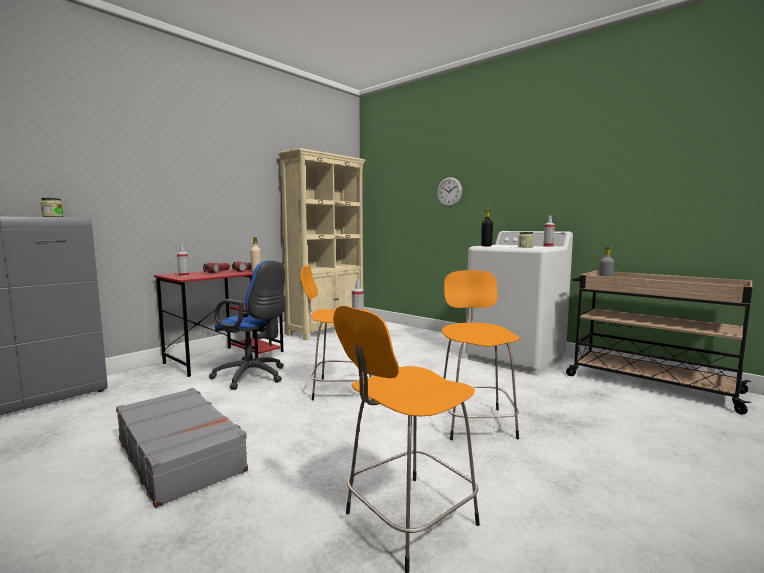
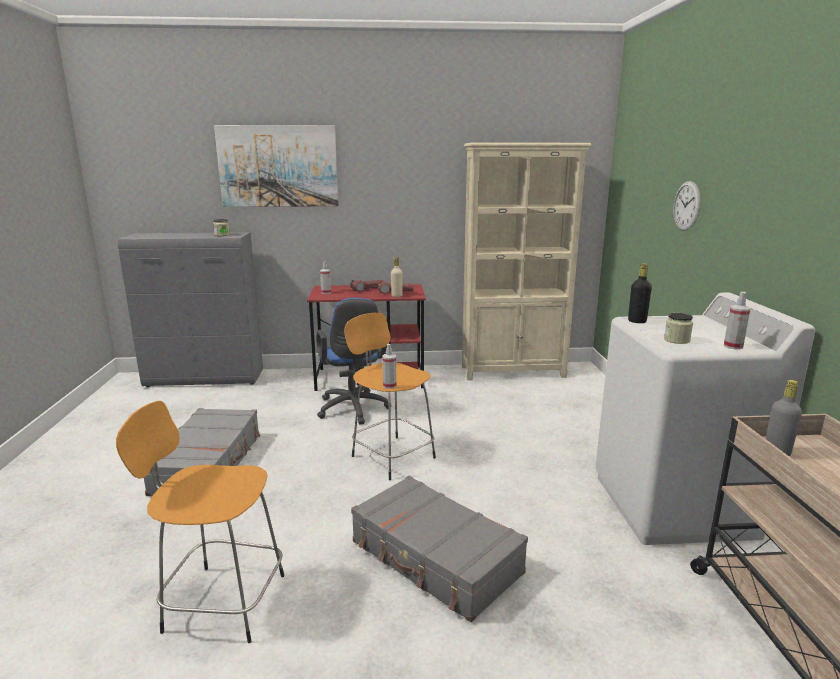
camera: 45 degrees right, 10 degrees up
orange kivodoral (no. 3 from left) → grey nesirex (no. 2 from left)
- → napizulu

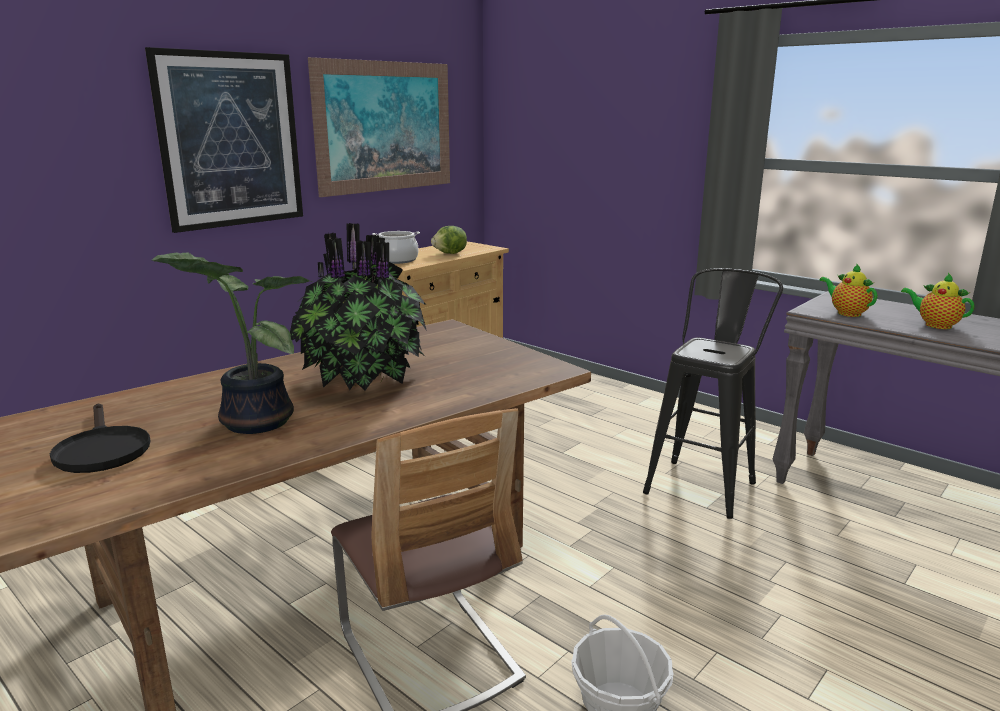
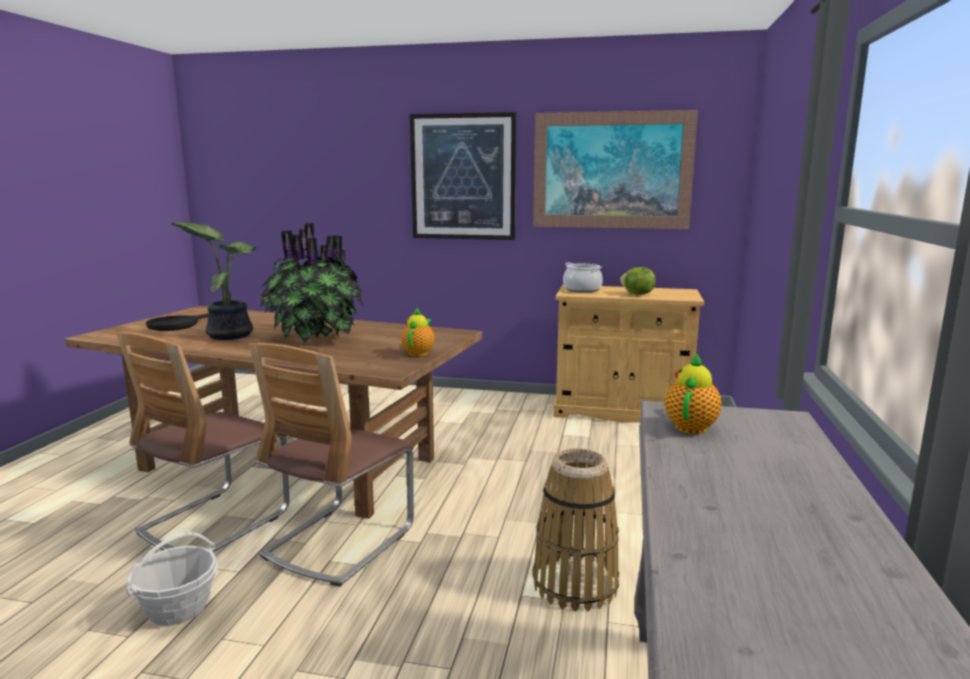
camera: 60 degrees right, 5 degrees down
black kivodoral → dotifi (no. 2 from left)
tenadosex (no. 2 from left in the first image) → tenadosex (no. 1 from left), relocated
- → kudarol (no. 2 from left)

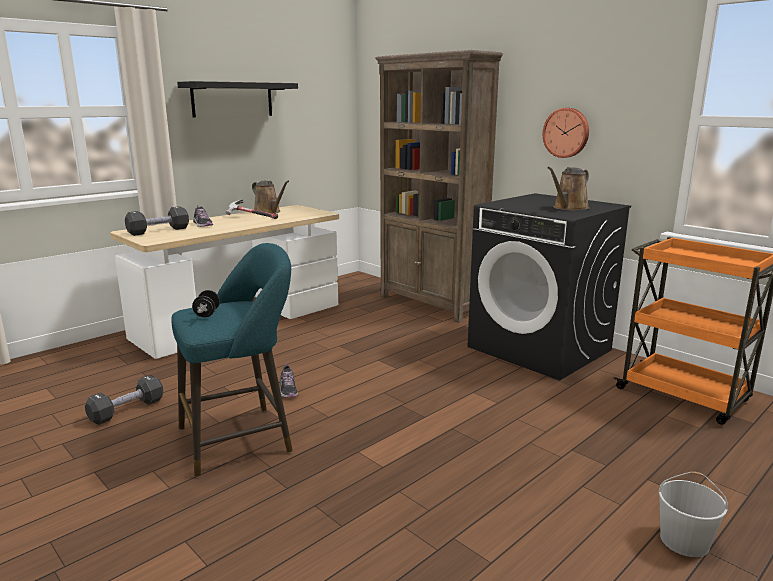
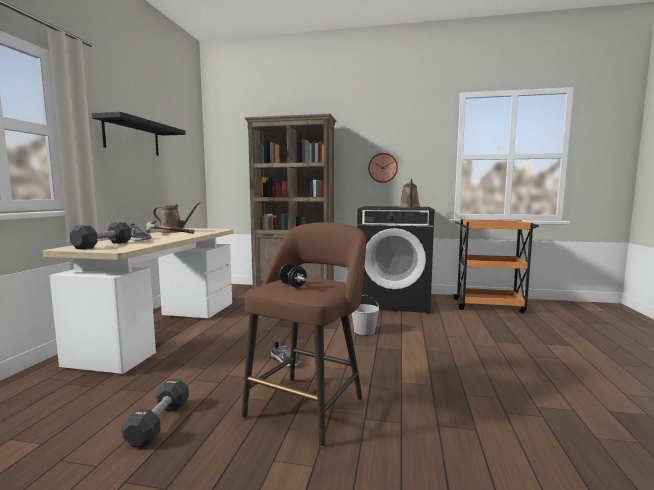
camera: 35 degrees left, 10 degrees down
turquoise kivodoral → brown kivodoral
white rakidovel, relocated

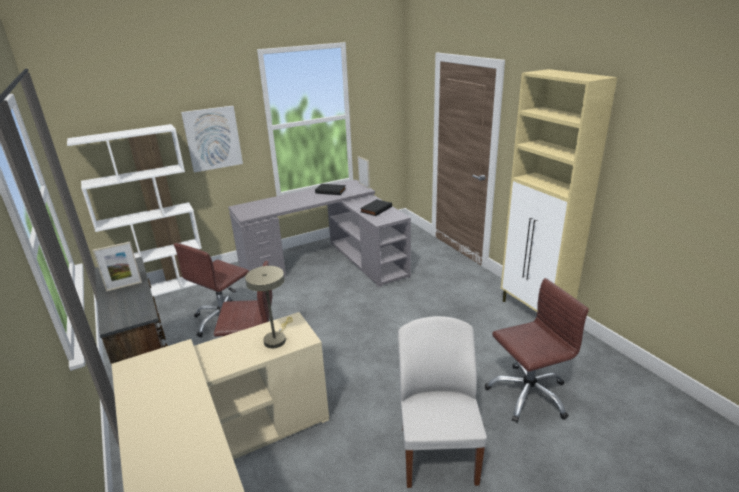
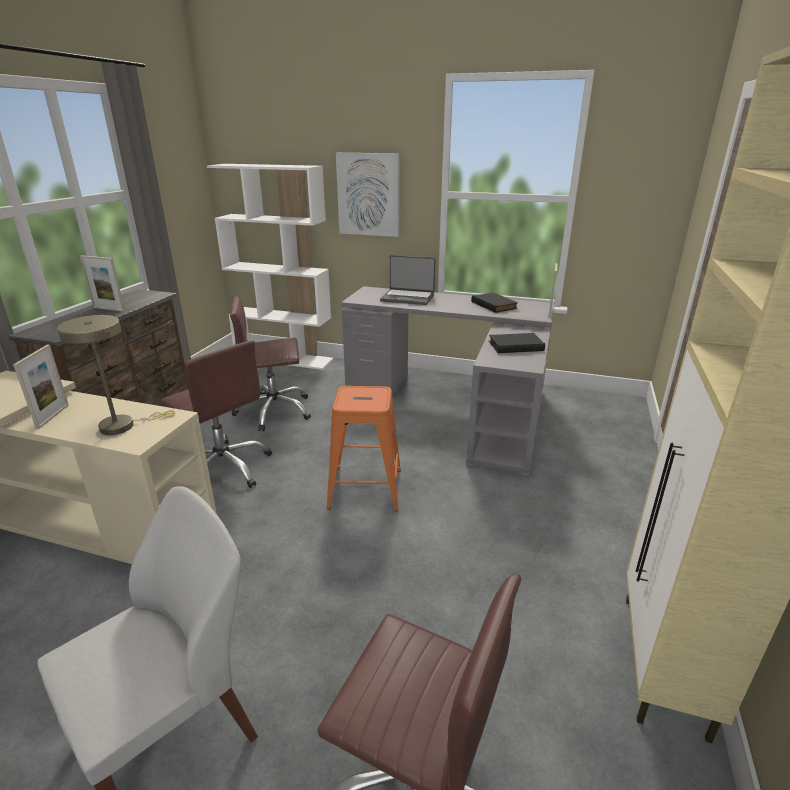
camera: 45 degrees right, 0 degrees up
- → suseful (no. 1 from left)
- → orange kivodoral
- → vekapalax

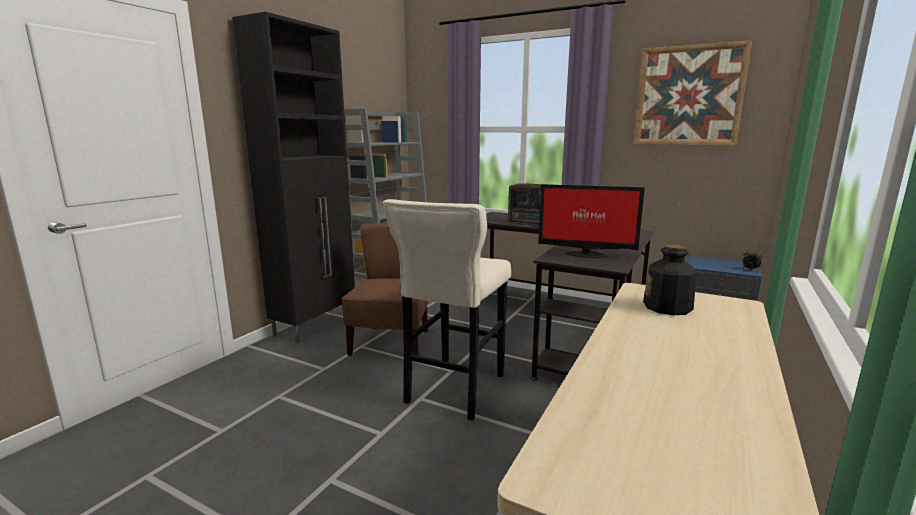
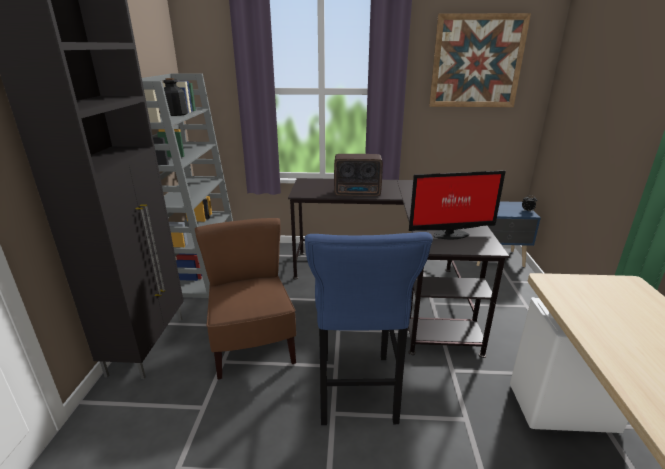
camera: 25 degrees left, 10 degrees up
beige kivodoral → blue kivodoral
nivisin, relocated

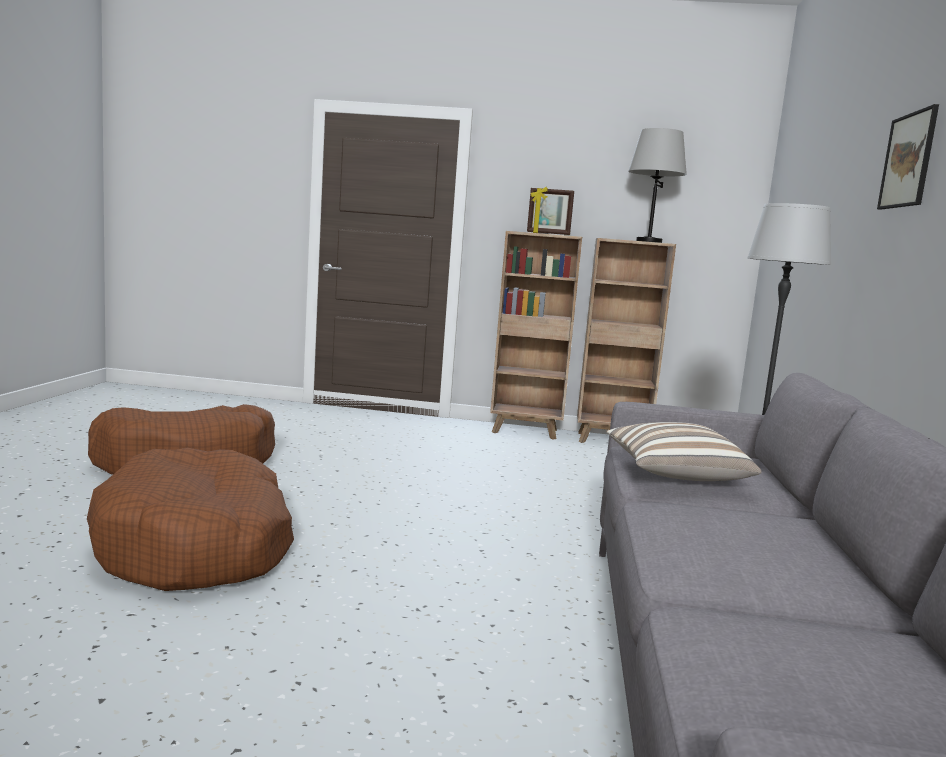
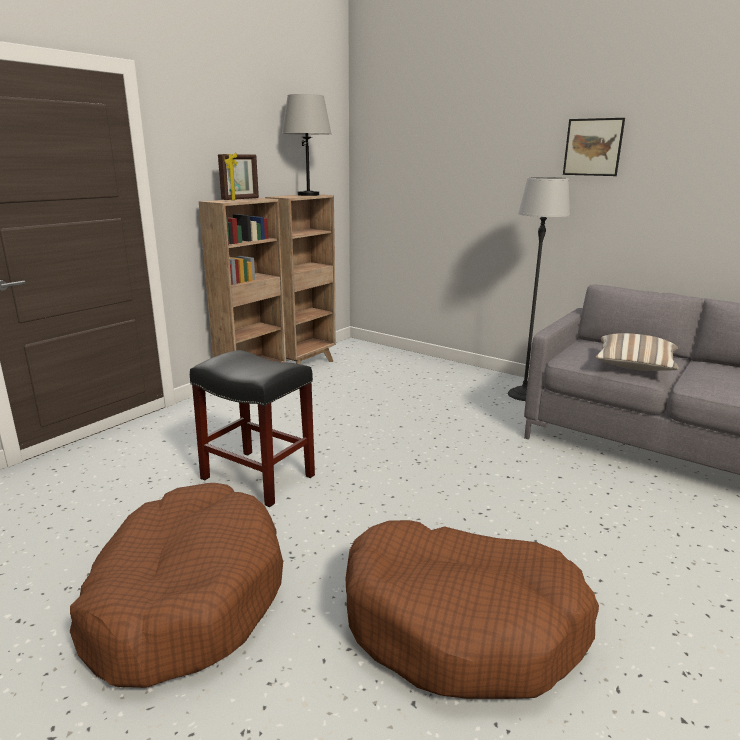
camera: 60 degrees left, 10 degrees up
- → black kivodoral

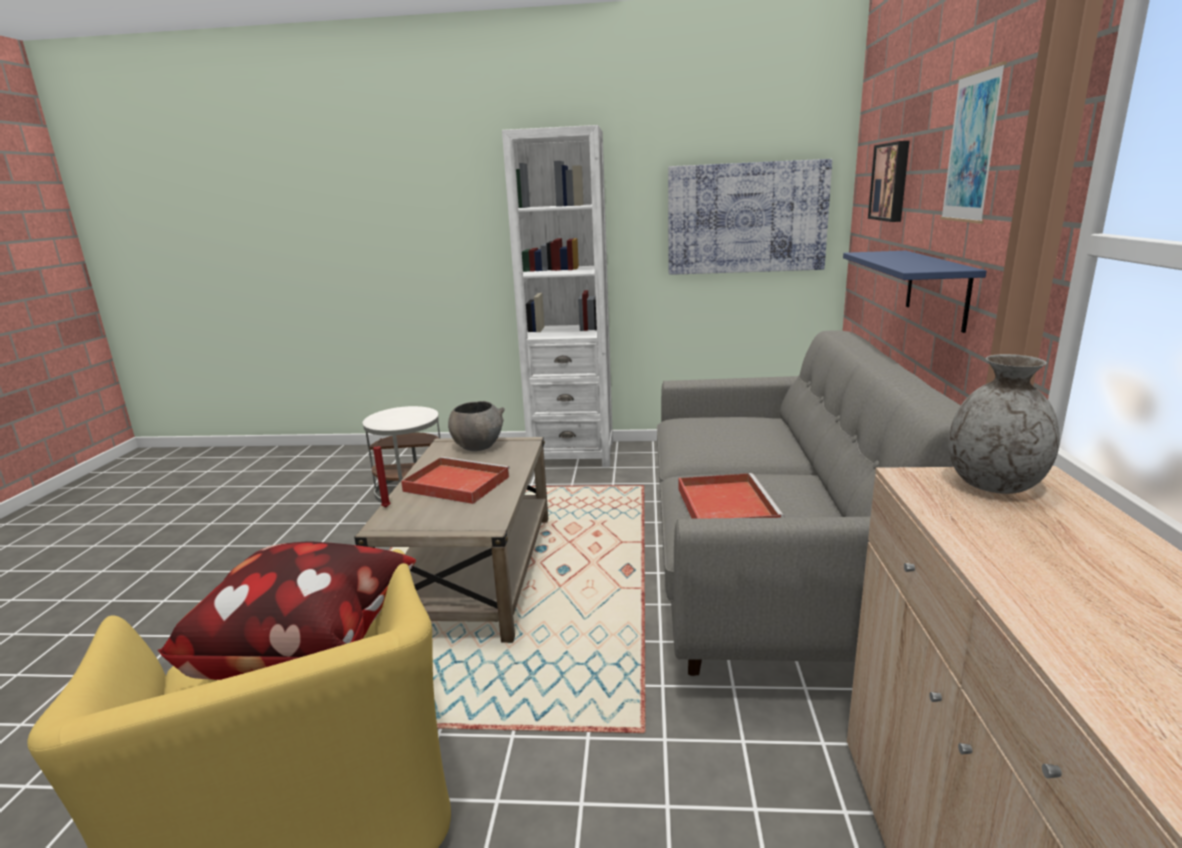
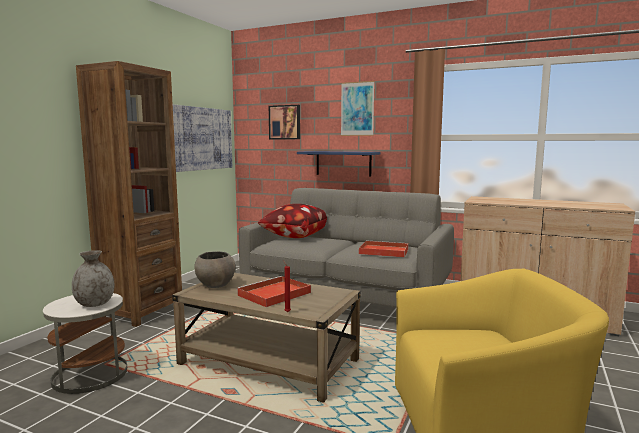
camera: 70 degrees left, 10 degrees down
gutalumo, relocated
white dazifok → brown dazifok
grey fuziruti, relocated

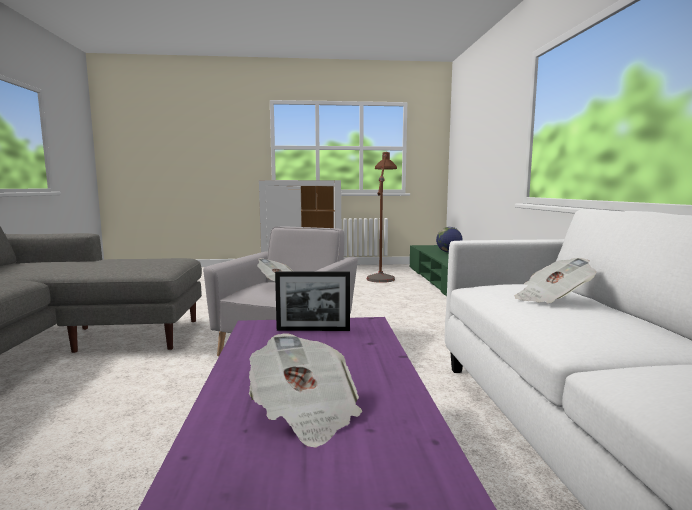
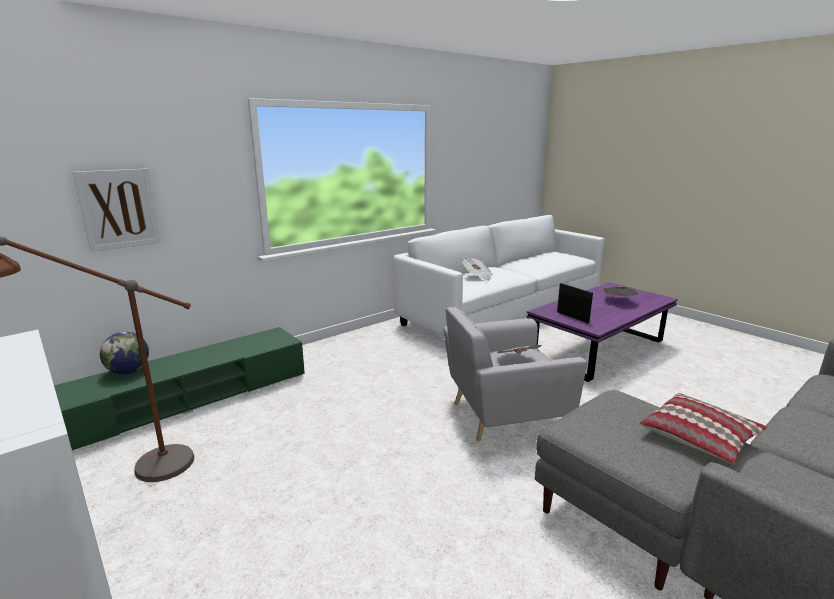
camera: 125 degrees left, 10 degrees up
- → napizulu
- → gutalumo

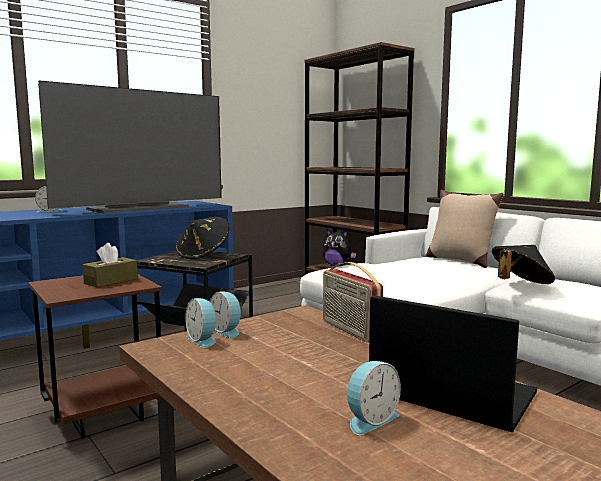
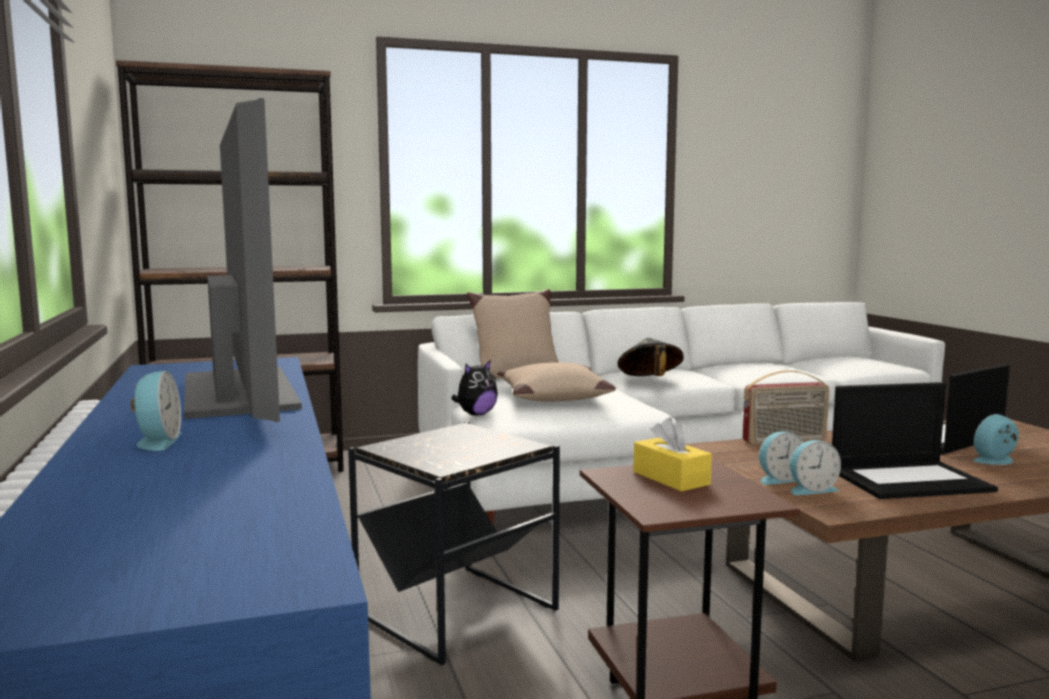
camera: 70 degrees left, 0 degrees up
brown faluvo → yellow faluvo
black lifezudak (no. 1 from left) → -
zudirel (no. 4 from left), 90 degrees counterclockwise
- → beige gutalumo (no. 2 from left)
- → vekapalax (no. 1 from left)

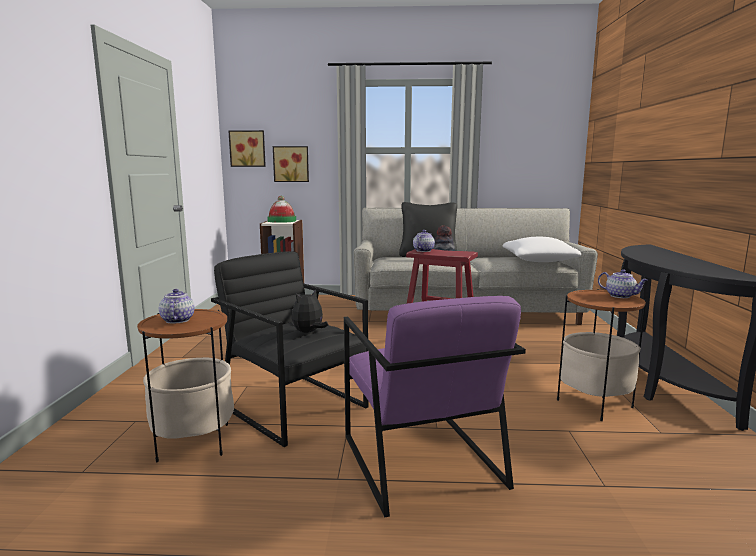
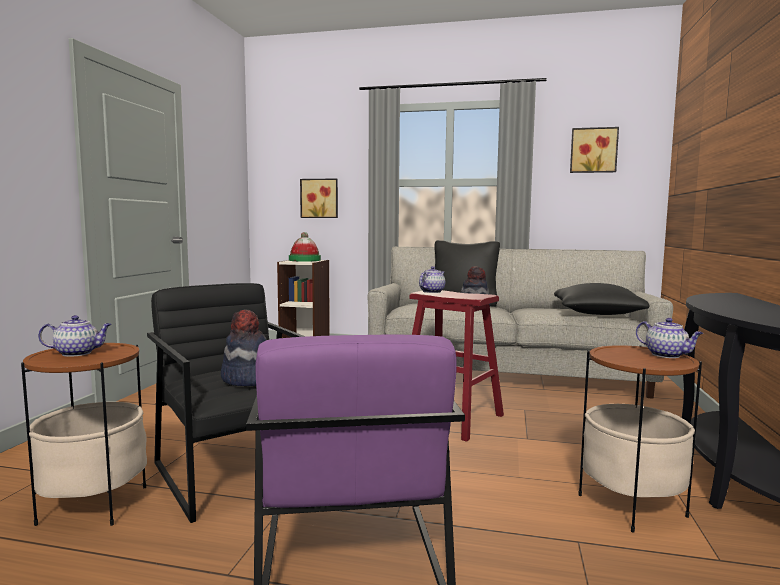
camera: 10 degrees right, 5 degrees down
tenadosex (no. 1 from left), 75 degrees clockwise
napizulu (no. 1 from left in the first image) → napizulu (no. 2 from left), relocated
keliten → lifezudak (no. 1 from left)
white gutalumo → black gutalumo (no. 2 from left)

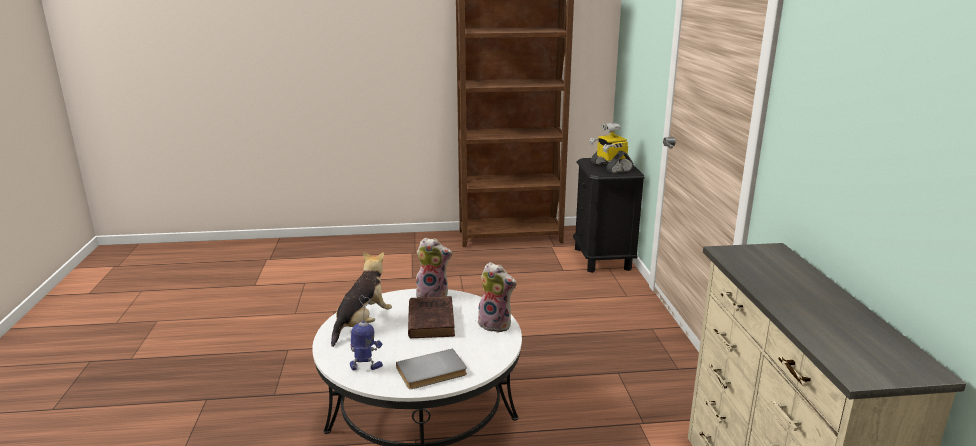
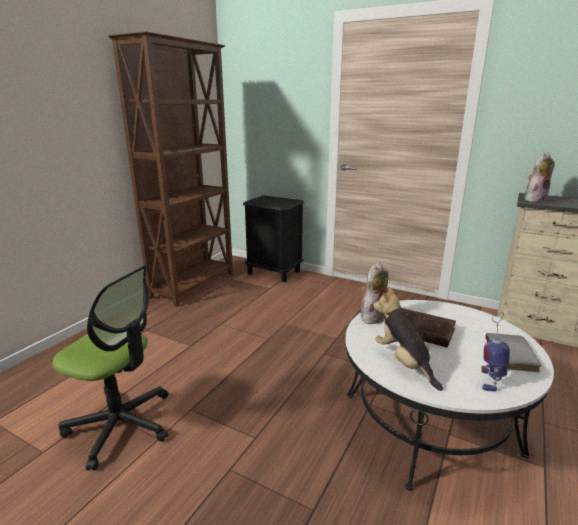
camera: 55 degrees left, 0 degrees up
keliten (no. 3 from left), relocated
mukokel (no. 2 from left) → -
- → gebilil

